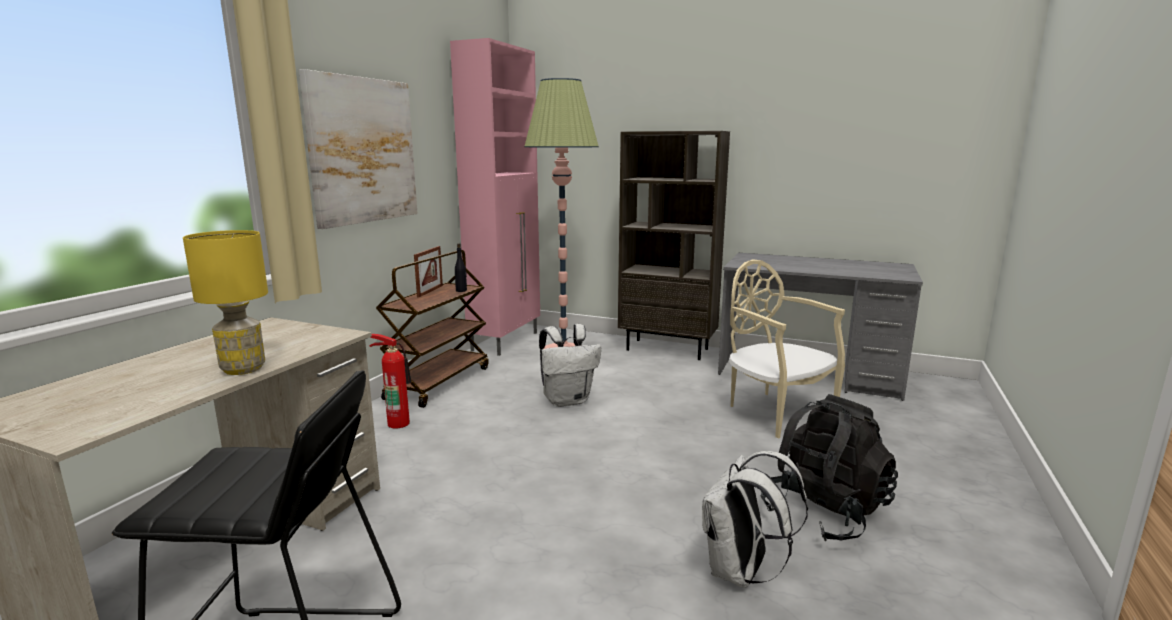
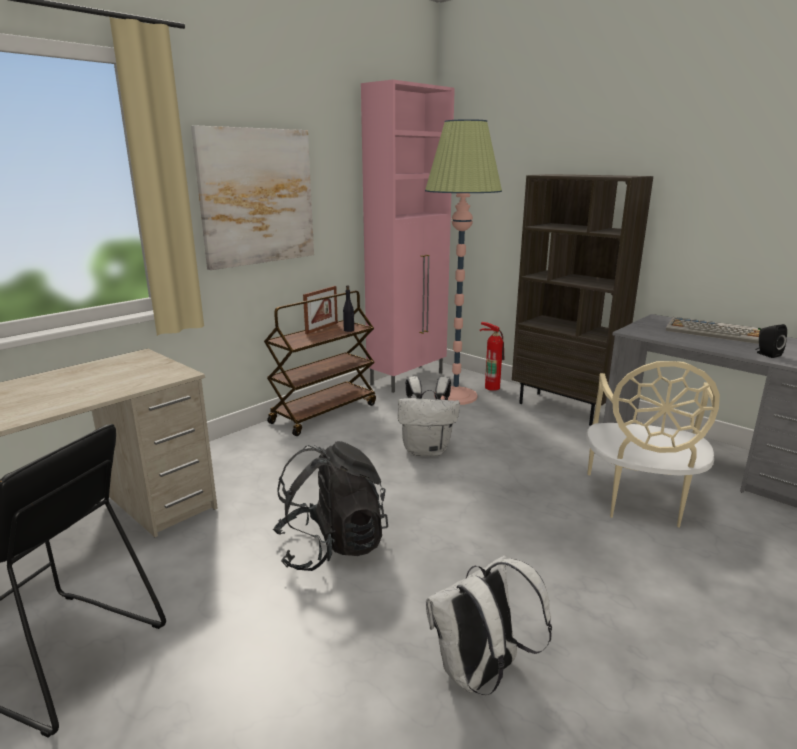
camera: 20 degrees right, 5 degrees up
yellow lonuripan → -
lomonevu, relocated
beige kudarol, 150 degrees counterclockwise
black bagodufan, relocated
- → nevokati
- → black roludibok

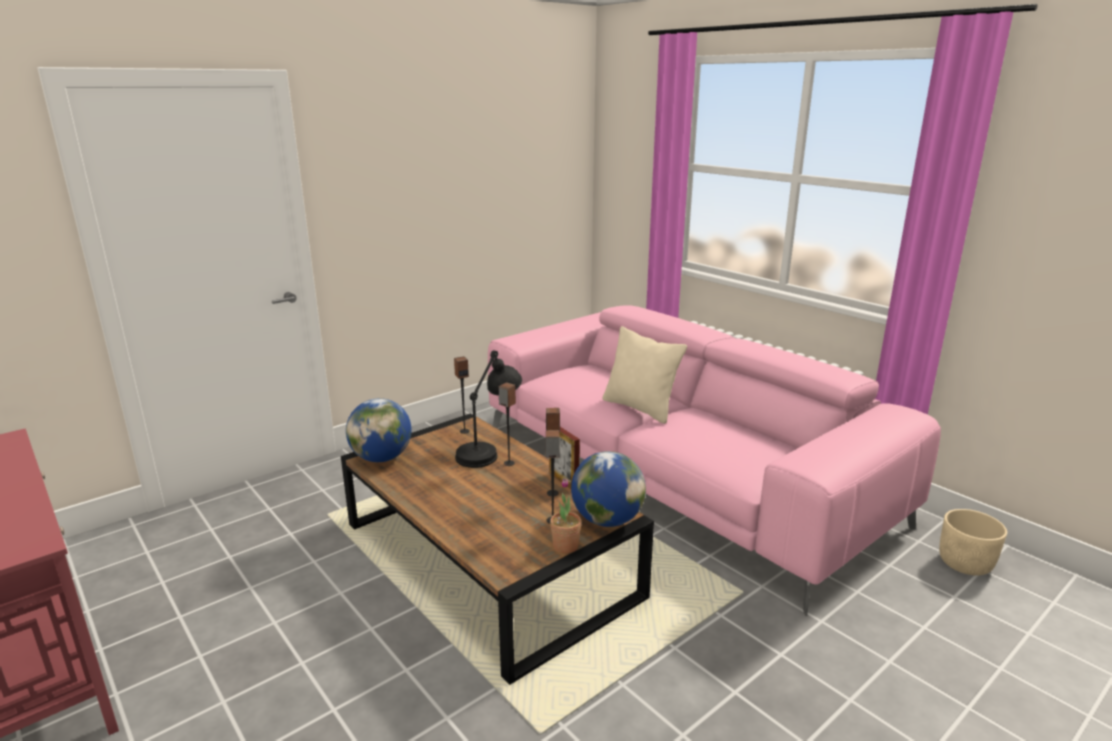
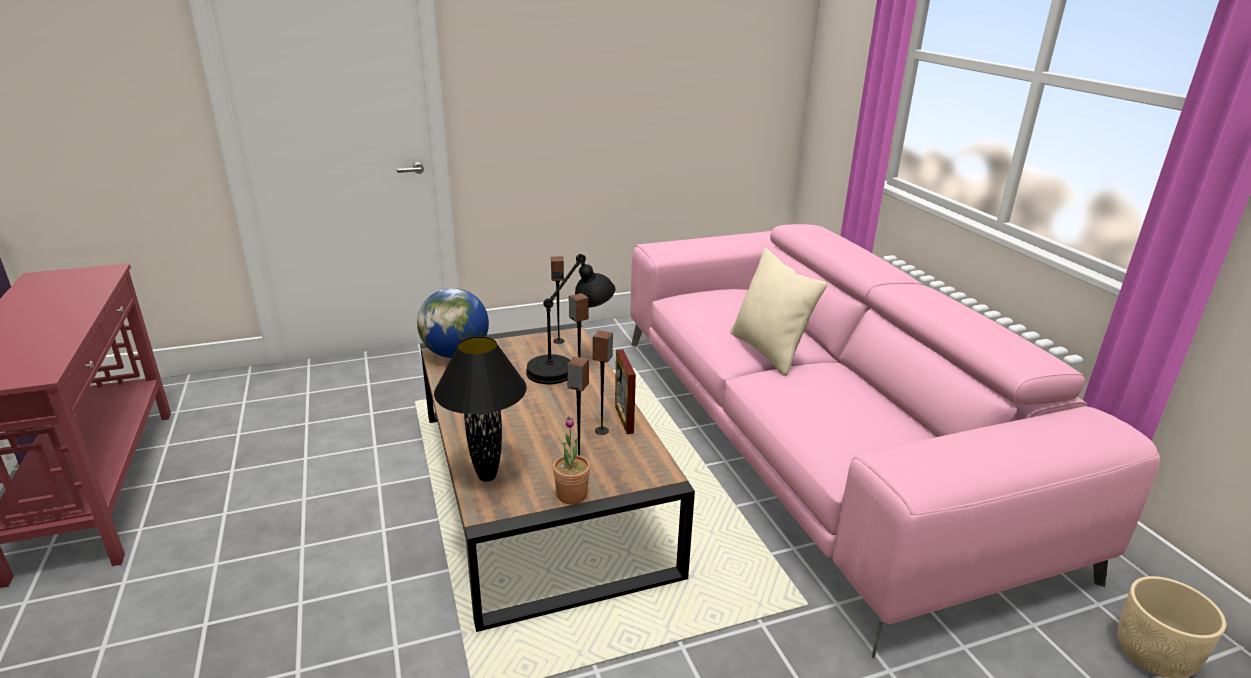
camera: 20 degrees right, 5 degrees up
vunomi (no. 2 from left) → -
- → black lonuripan (no. 1 from left)

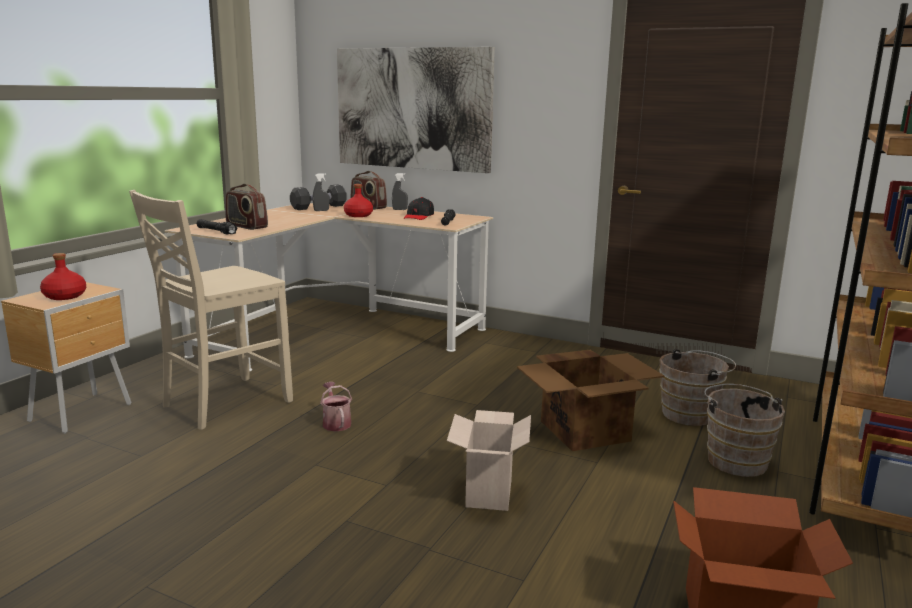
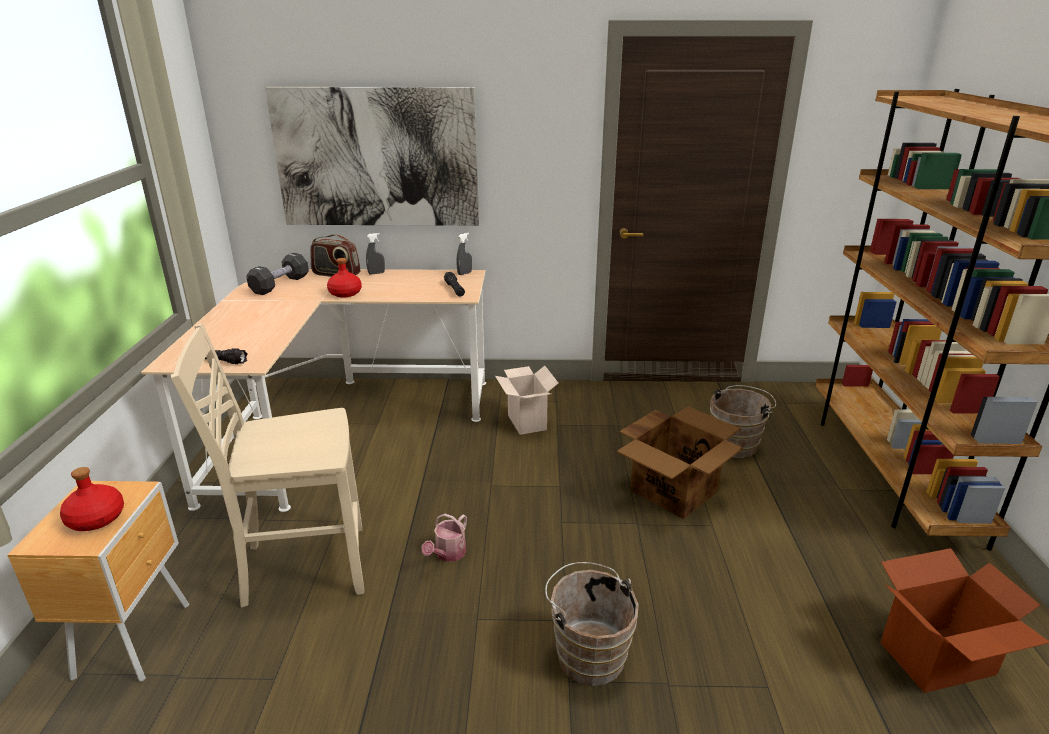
camera: 25 degrees left, 10 degrees up
beige kudarol, 60 degrees clockwise
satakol (no. 1 from left) → -
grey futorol (no. 1 from left in the first image) → grey futorol (no. 2 from left), relocated
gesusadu, 105 degrees counterclockwise
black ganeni → -
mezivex (no. 1 from left), relocated
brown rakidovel (no. 2 from left in the first image) → brown rakidovel (no. 1 from left), relocated

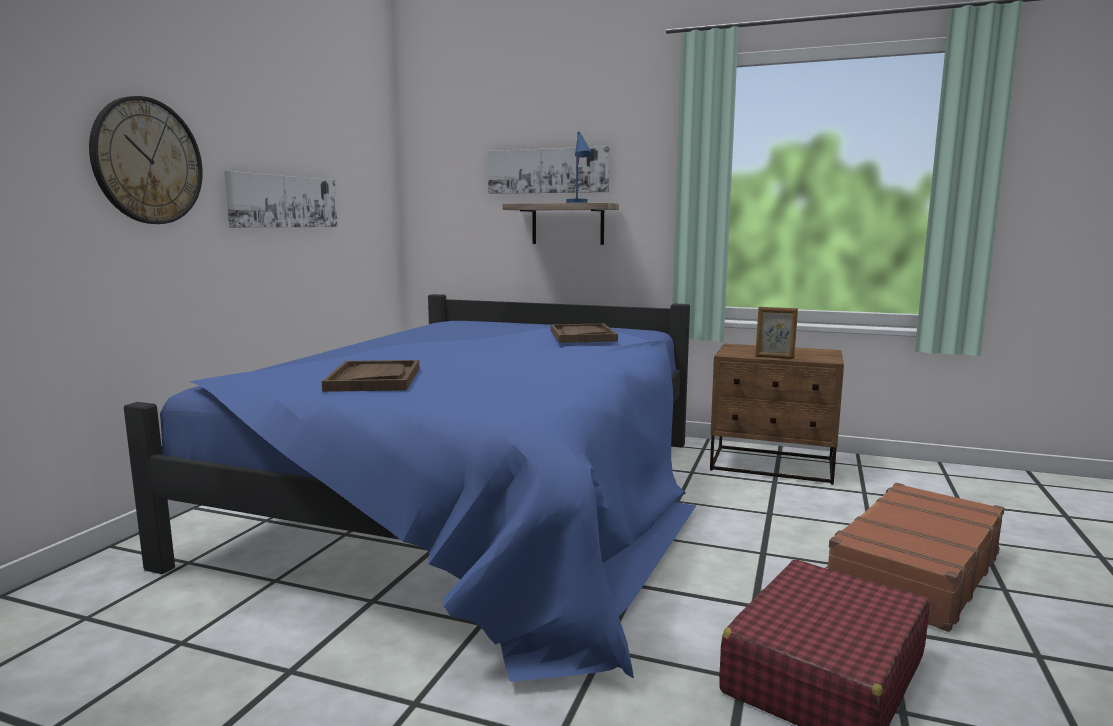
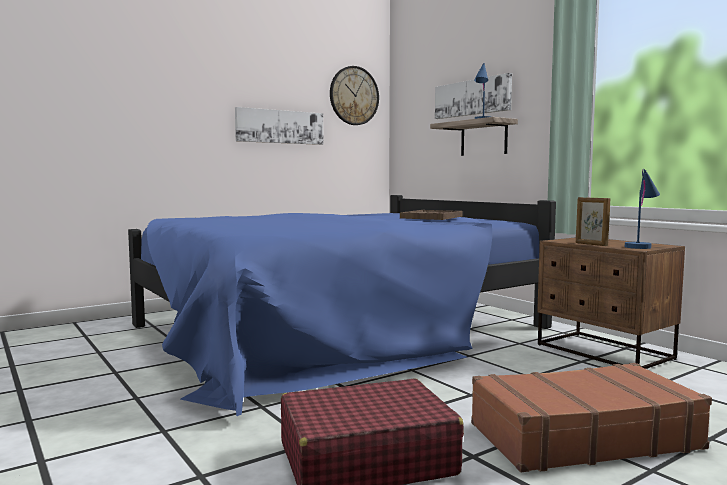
camera: 35 degrees right, 5 degrees down
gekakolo, relocated
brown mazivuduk (no. 1 from left) → -
- → blue lonuripan (no. 2 from left)

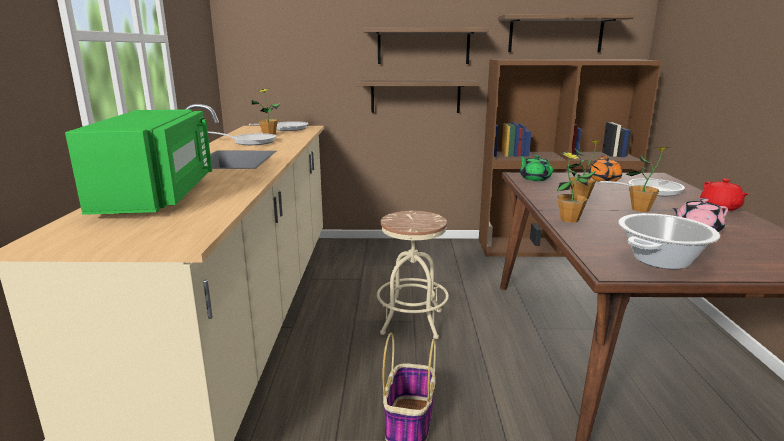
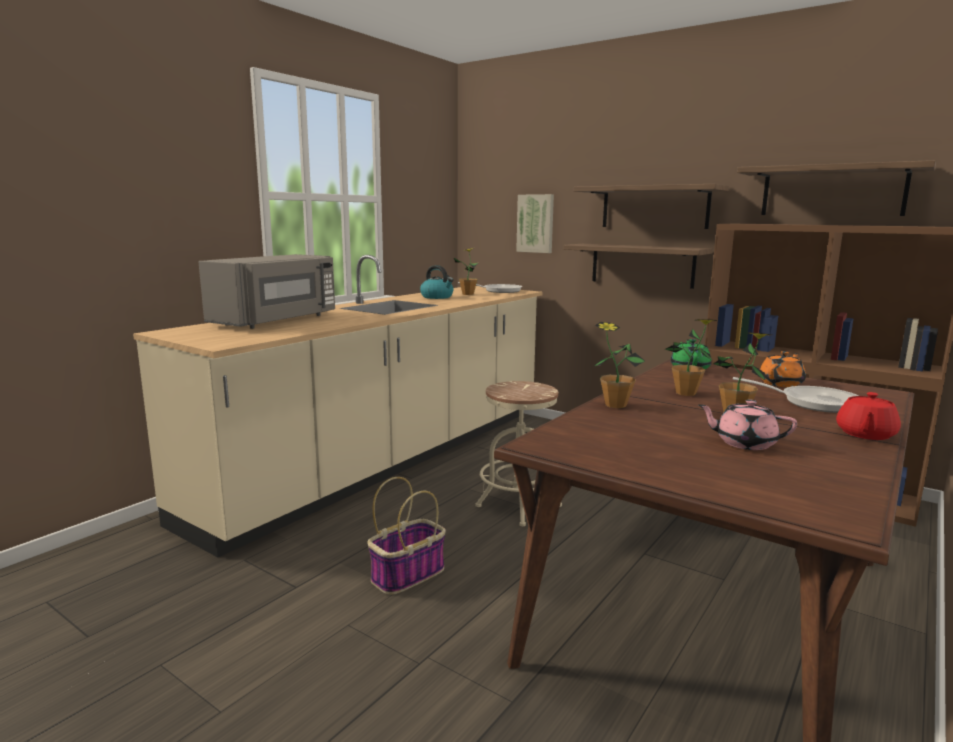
camera: 35 degrees right, 5 degrees down
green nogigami → grey nogigami
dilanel (no. 1 from left) → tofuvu
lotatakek → -
- → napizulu

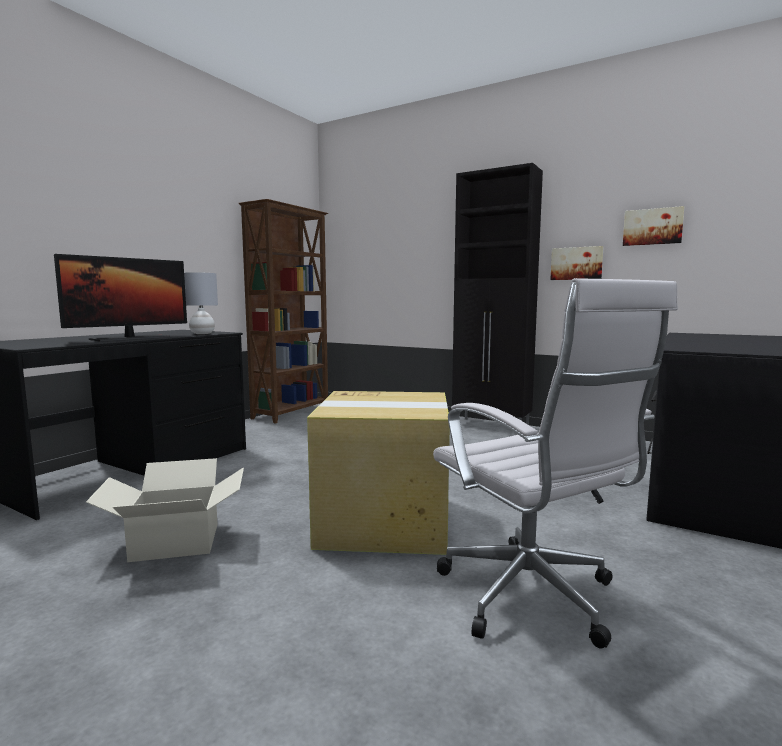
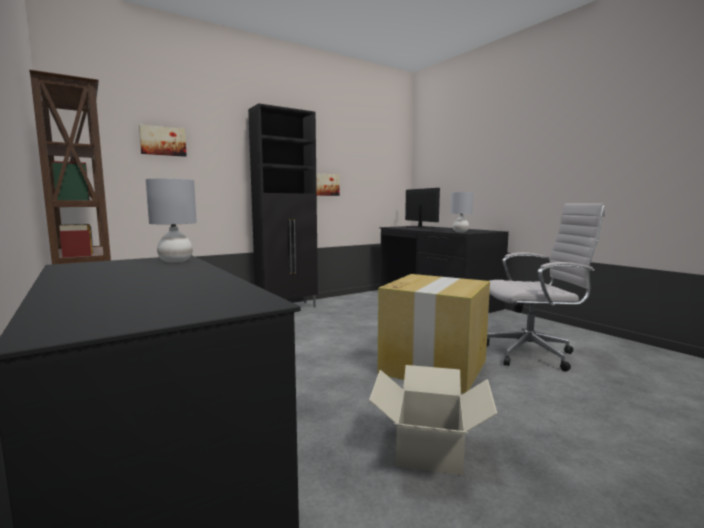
camera: 65 degrees left, 0 degrees up
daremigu, relocated
napizulu (no. 2 from left in the first image) → napizulu (no. 1 from left), relocated
- → grey lonuripan (no. 2 from left)

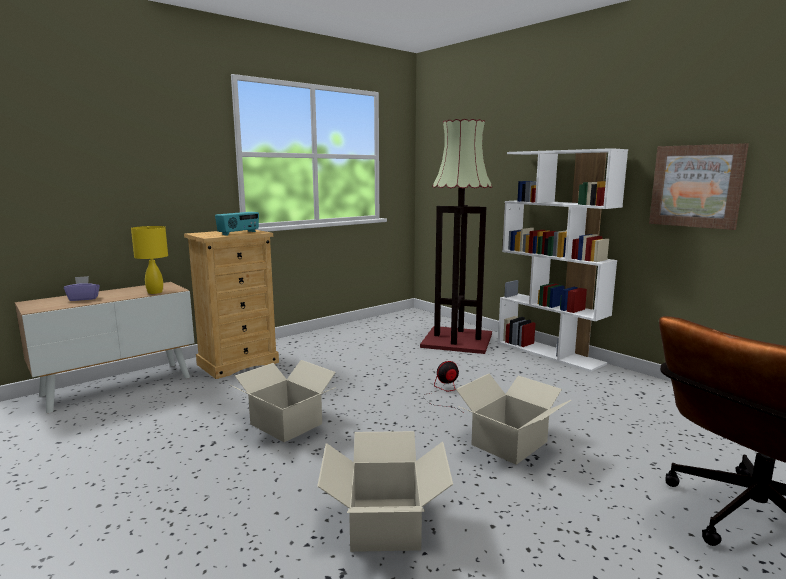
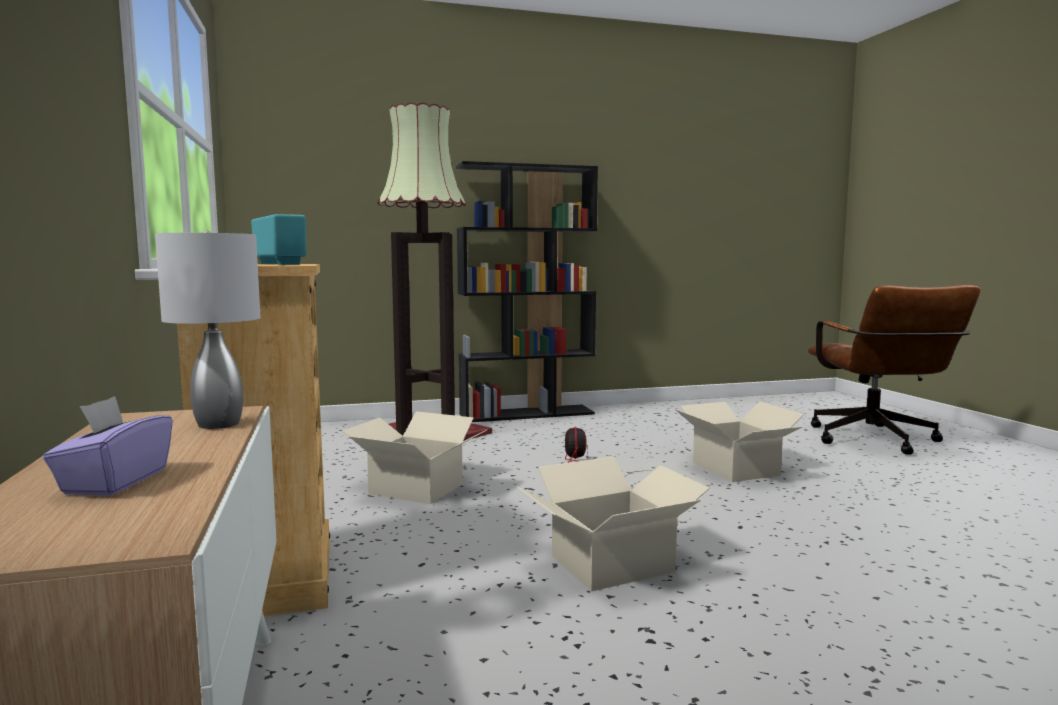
camera: 65 degrees left, 5 degrees down
yellow lonuripan → grey lonuripan
mezivex (no. 2 from left in the first image) → mezivex (no. 1 from left), relocated
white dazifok → black dazifok
napizulu → -

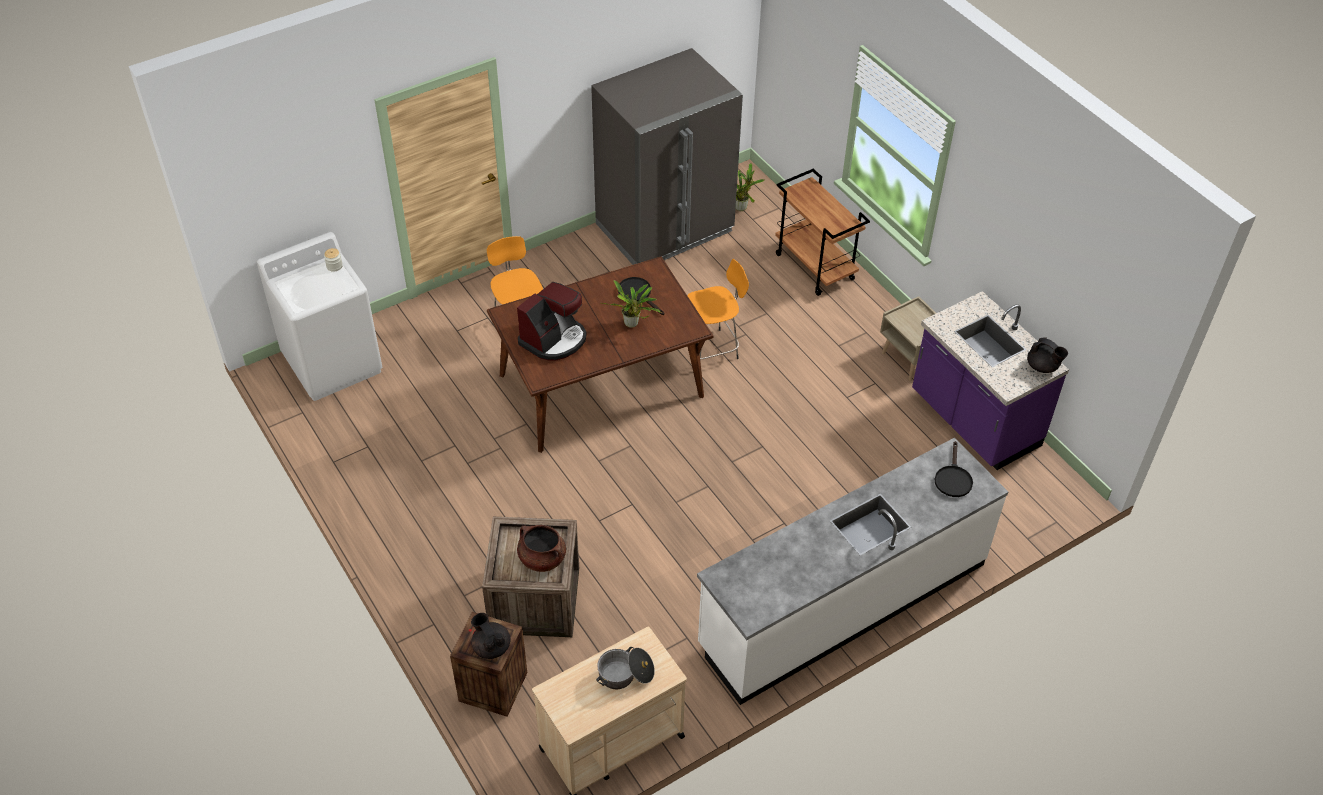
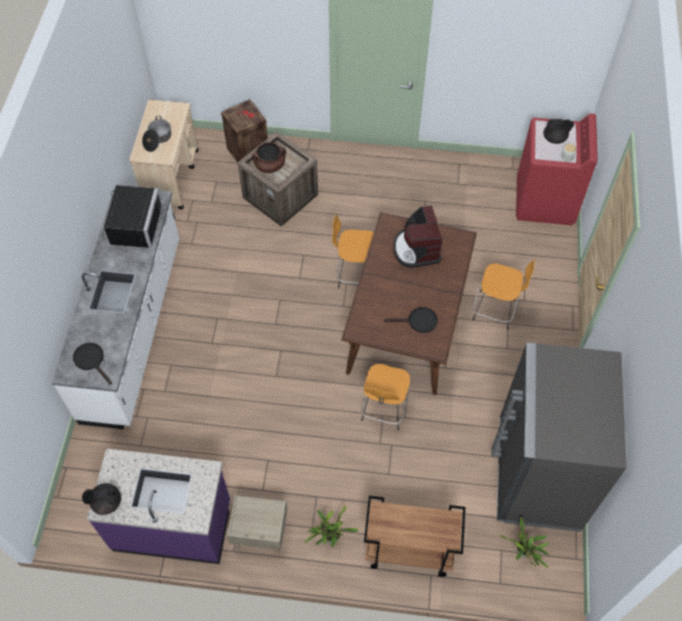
camera: 130 degrees right, 10 degrees up
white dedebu → red dedebu
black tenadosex (no. 1 from left in the first image) → black tenadosex (no. 2 from left), relocated
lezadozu (no. 1 from left), relocated
- → black nogigami
- → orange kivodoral (no. 1 from left)

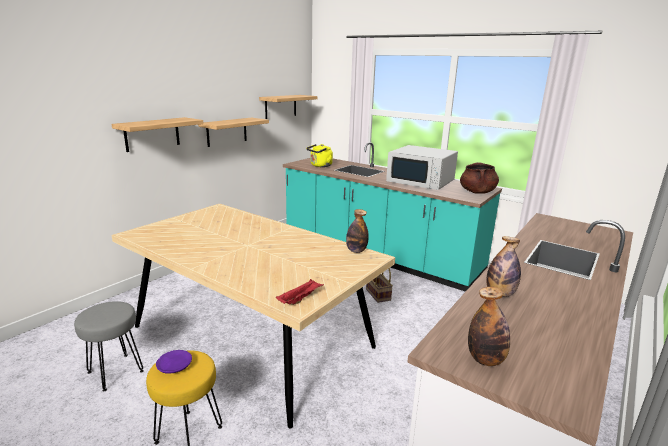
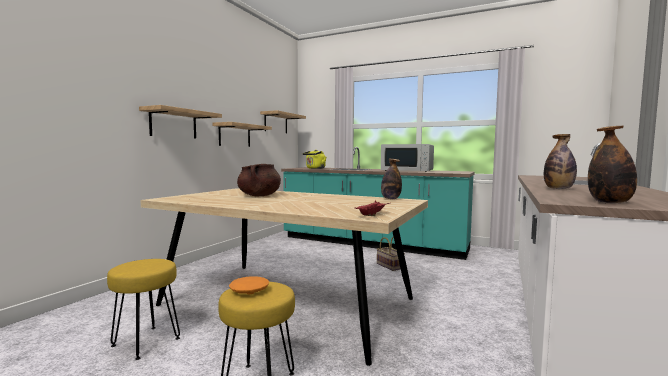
camera: 10 degrees left, 15 degrees down
grey kivodoral → yellow kivodoral (no. 1 from left)
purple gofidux → orange gofidux
brown lotatakek, relocated

